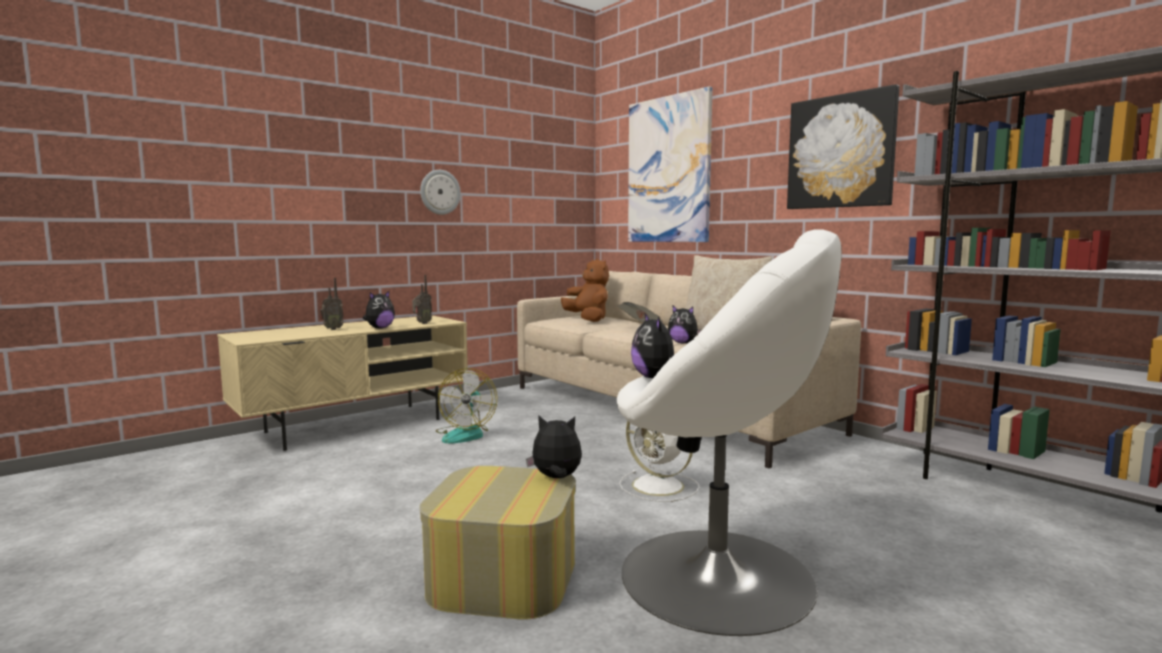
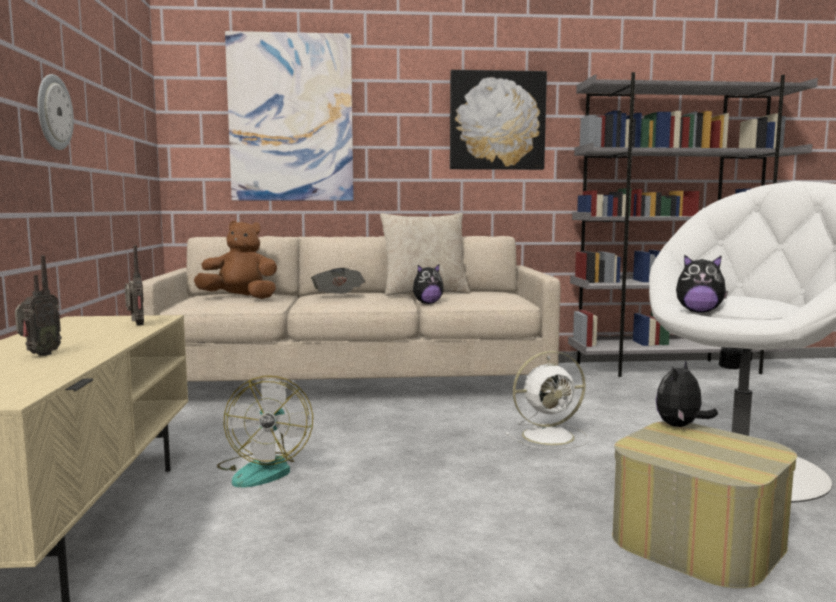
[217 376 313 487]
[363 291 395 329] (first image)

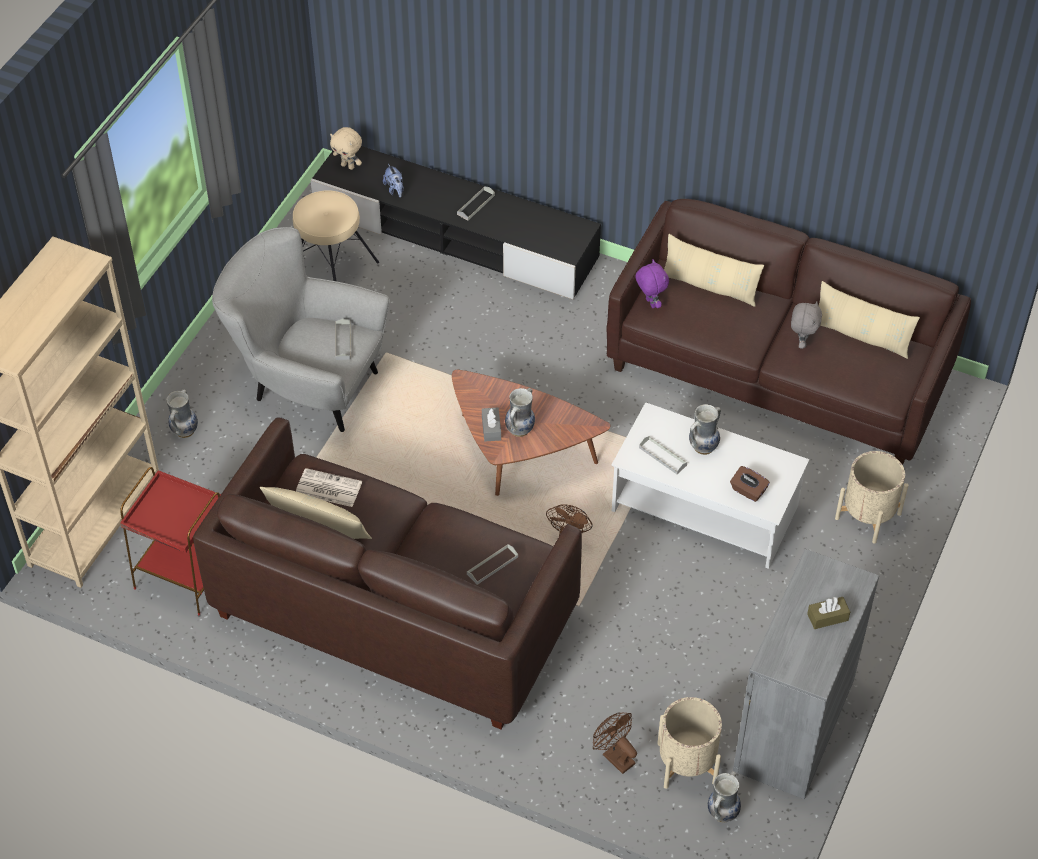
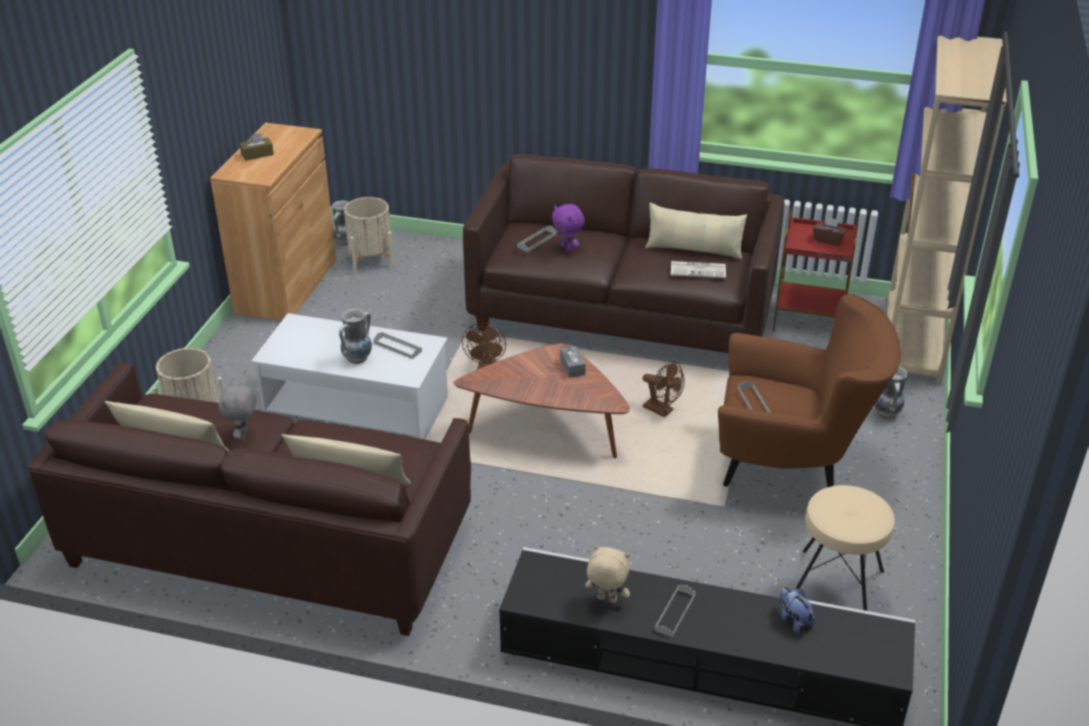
[210 123 336 321]
[552 204 585 252]
[585 545 630 603]
[643 361 685 417]
[718 294 901 487]
[813 216 847 246]
[505 388 535 437] (first image)

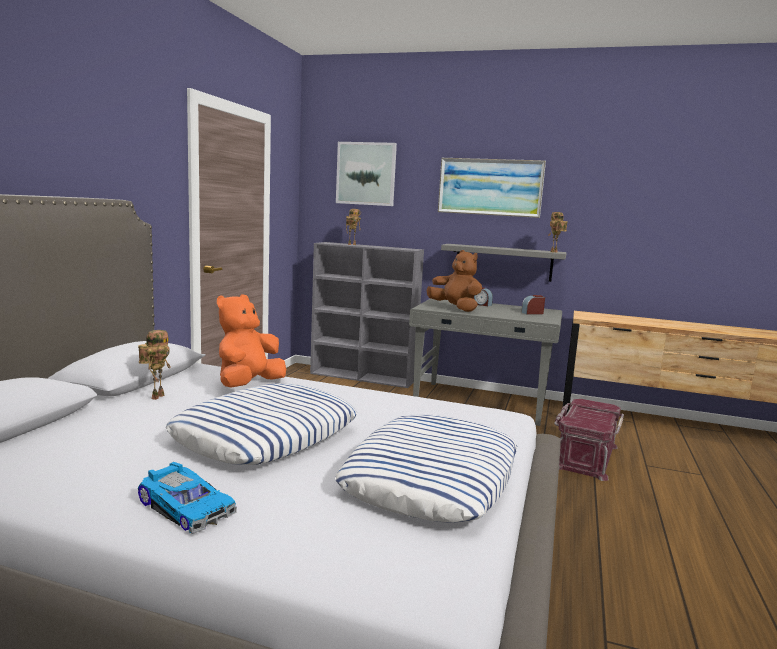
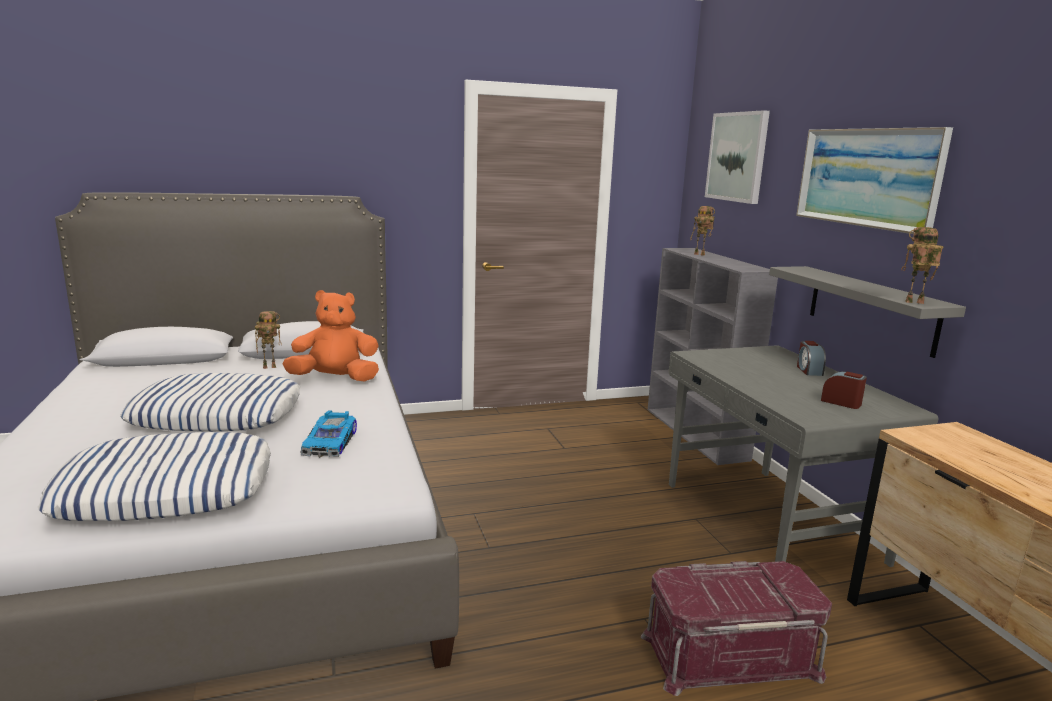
[300 410 357 458]
[427 250 482 312] (first image)

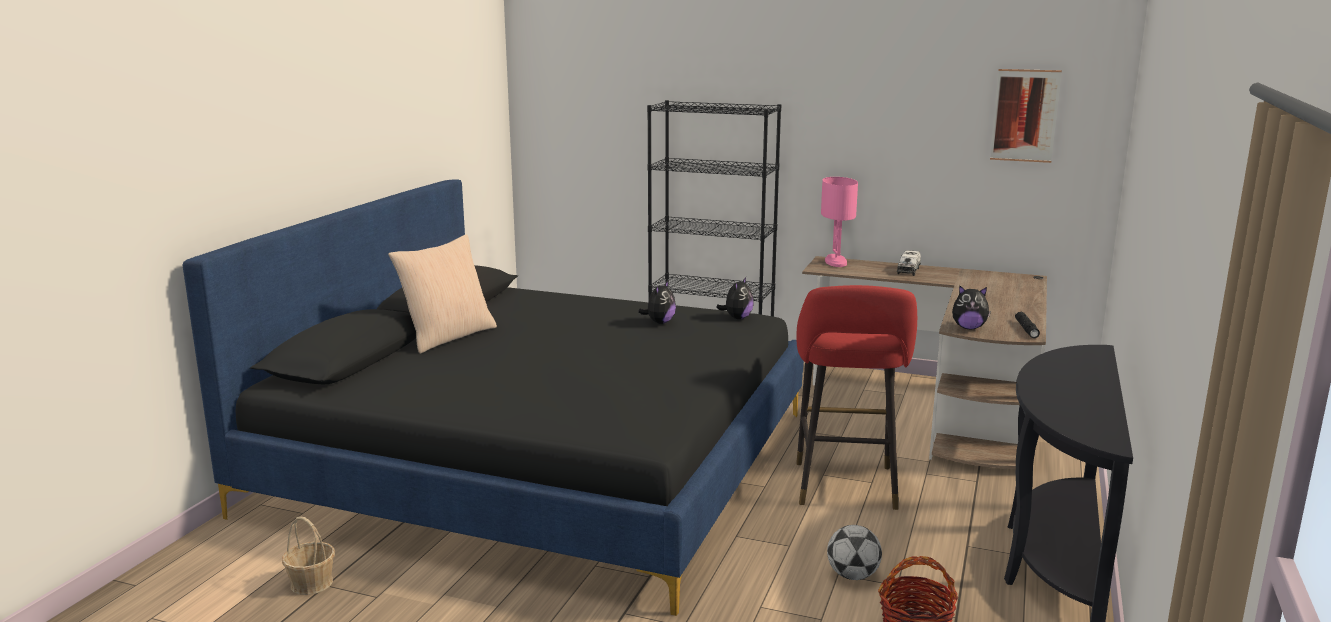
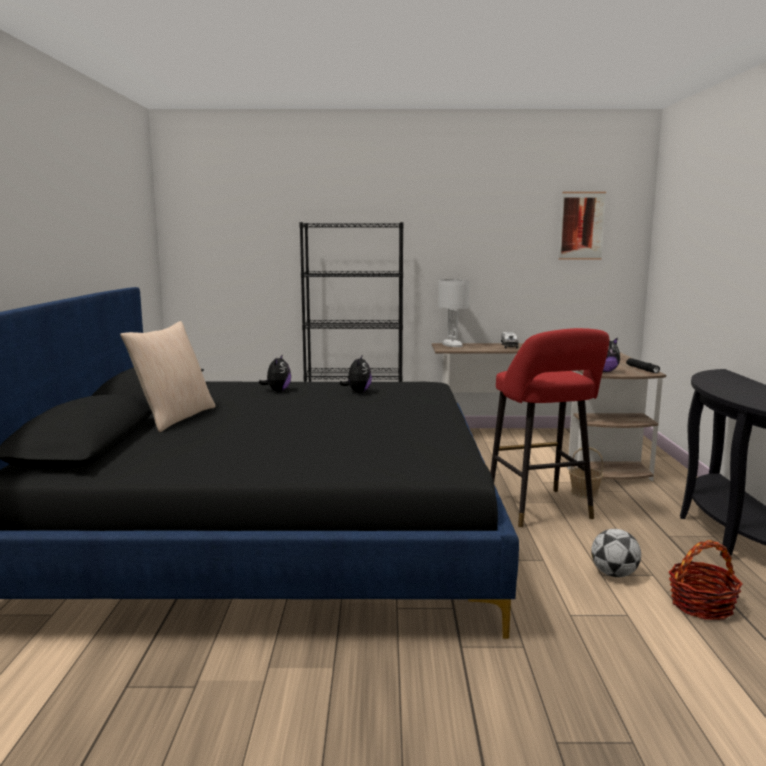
[259 354 291 391]
[438 279 469 347]
[569 447 603 498]

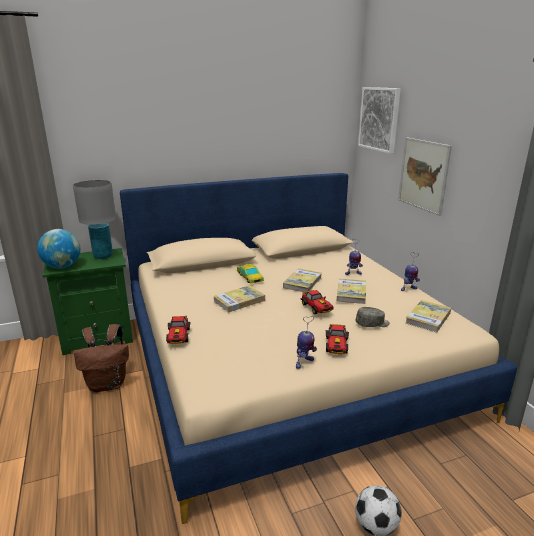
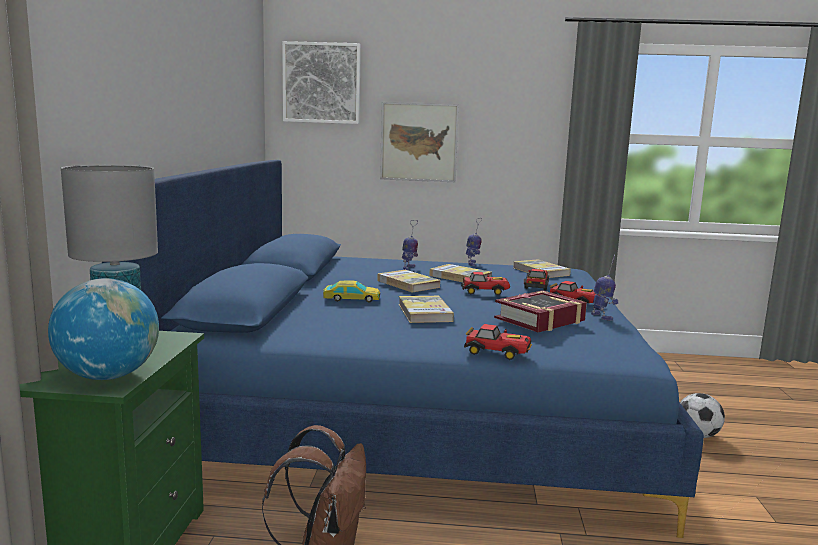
[102 160 704 538]
[494 290 587 332]
[524 269 549 291]

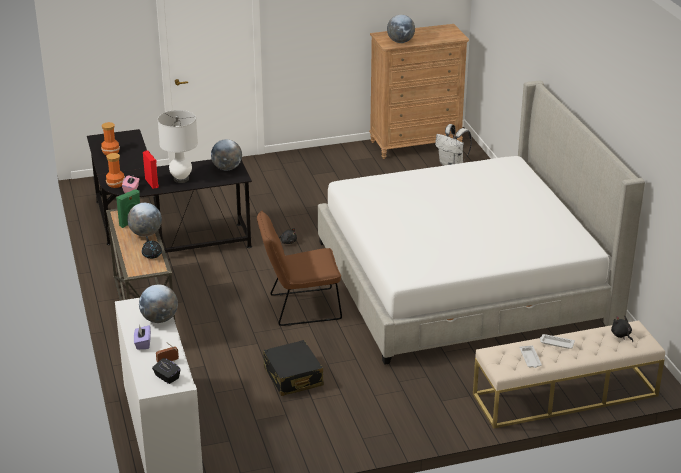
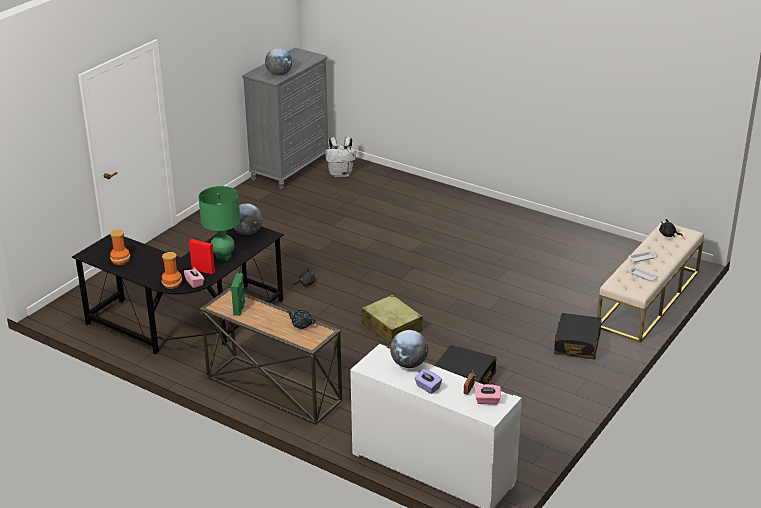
[199 186 240 261]
[242 48 329 190]
[362 294 423 344]
[475 384 501 405]
[554 313 602 360]
[127 203 162 237] (first image)
[318 80 645 365] (first image)

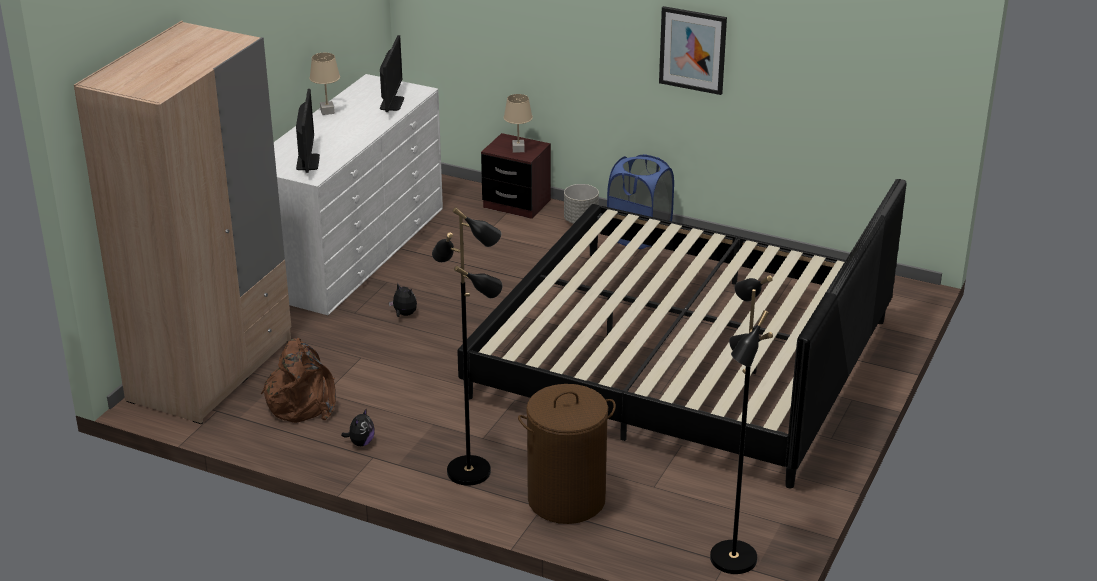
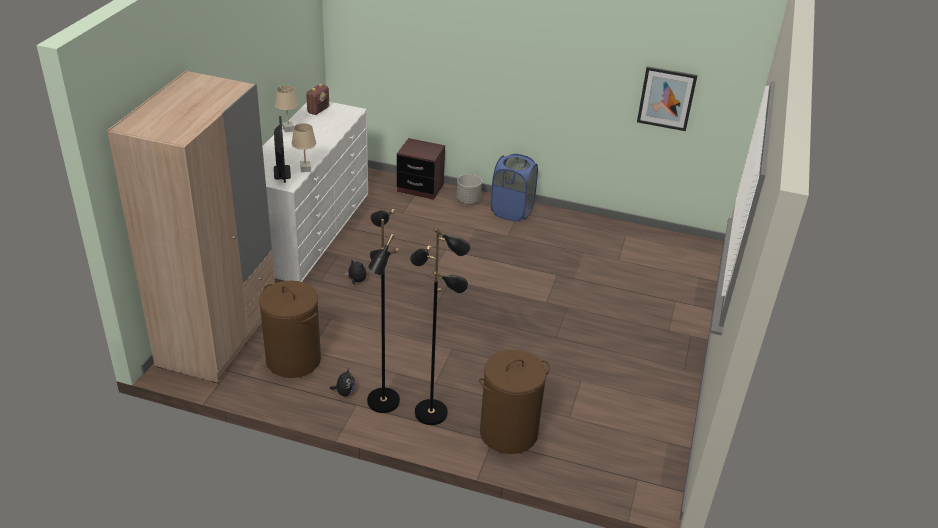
[259 281 321 378]
[292 123 316 172]
[306 84 329 115]
[367 209 400 413]
[637 66 698 131]
[380 35 404 112] (first image)
[457 179 906 488] (first image)

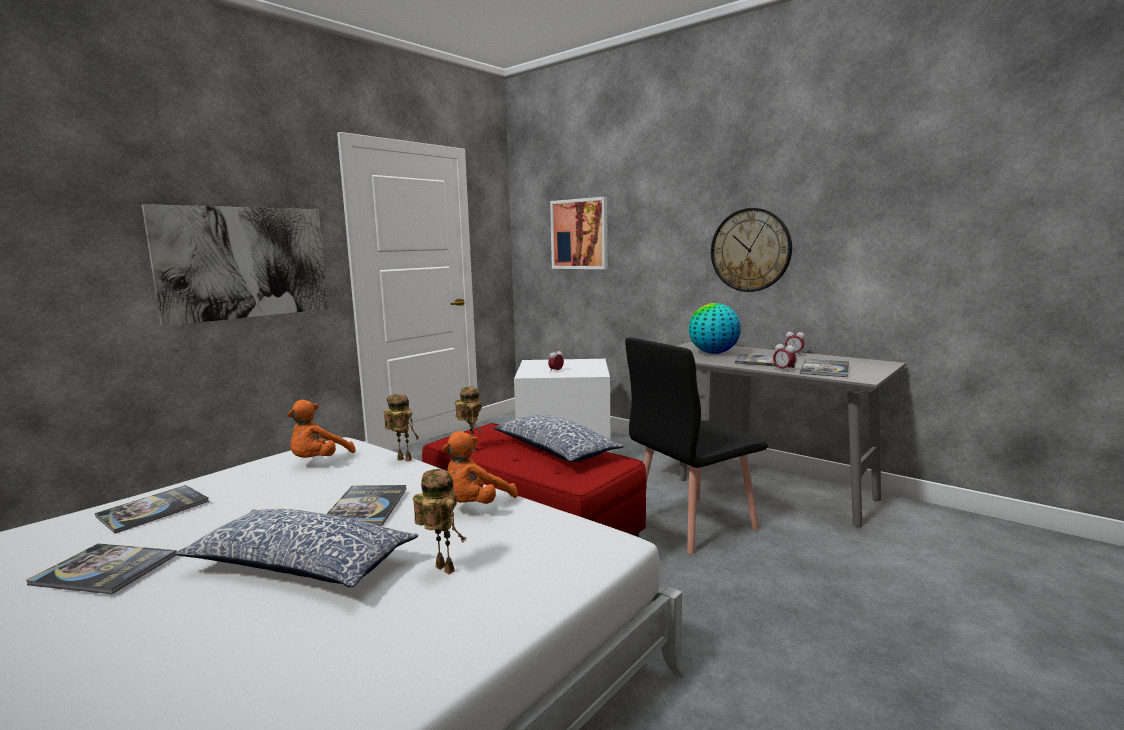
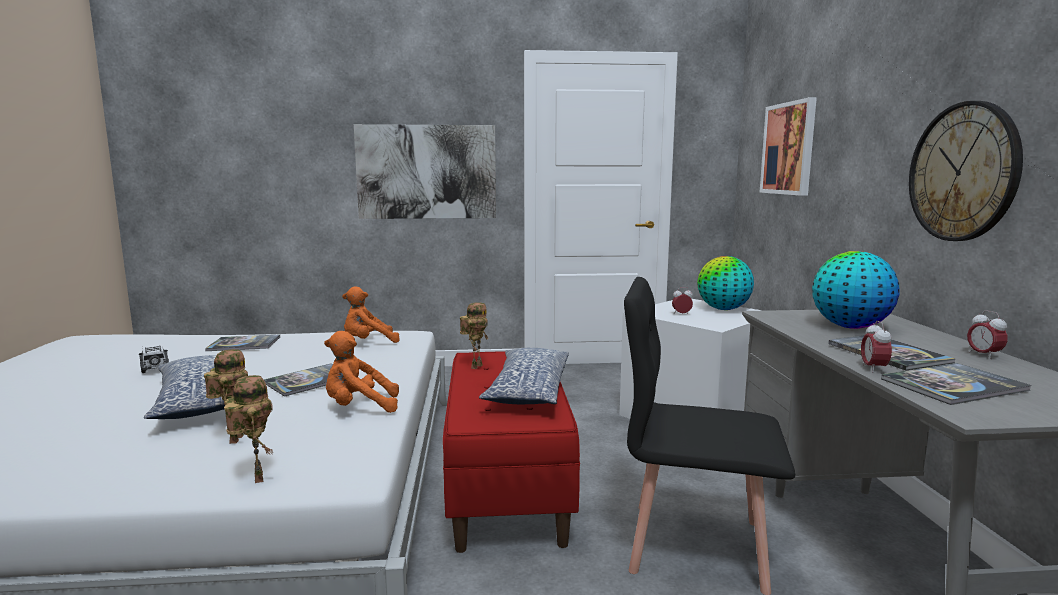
[139 345 169 373]
[224 375 273 483]
[697 256 754 310]

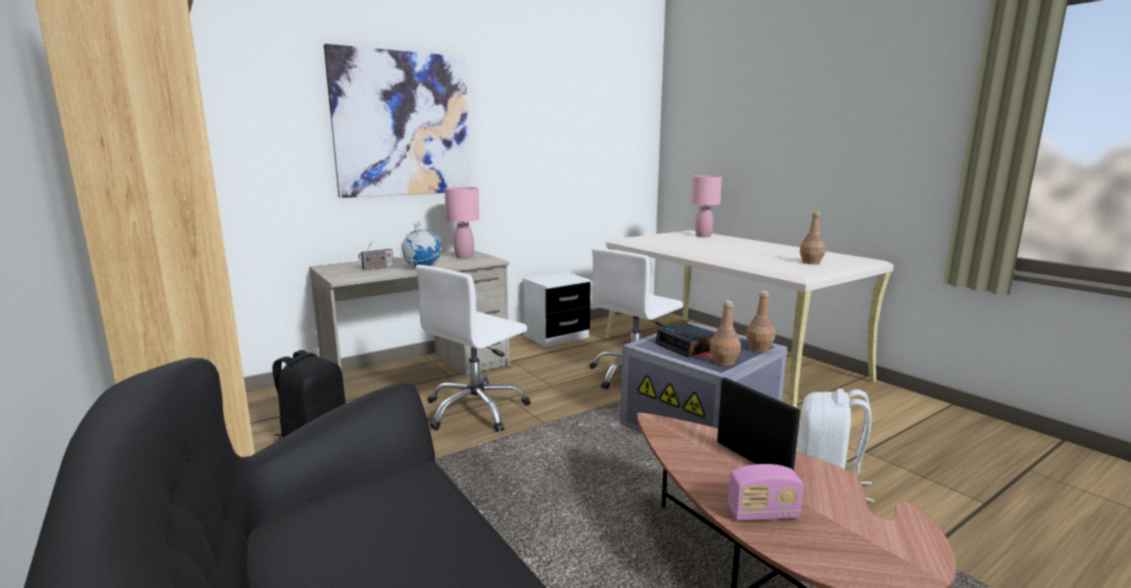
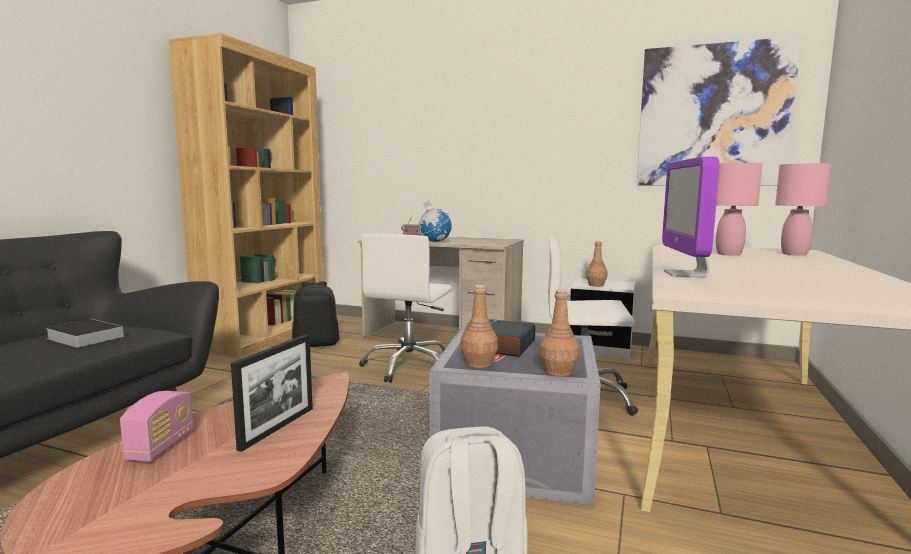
[45 319 124 348]
[120 391 194 462]
[359 234 452 383]
[586 241 608 287]
[637 36 802 186]
[662 157 720 277]
[716 163 762 256]

